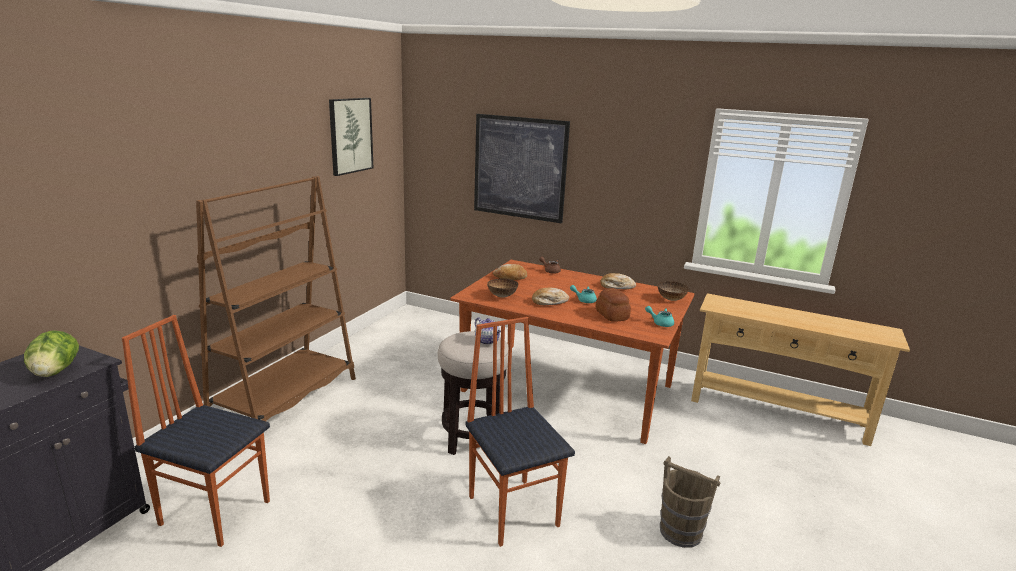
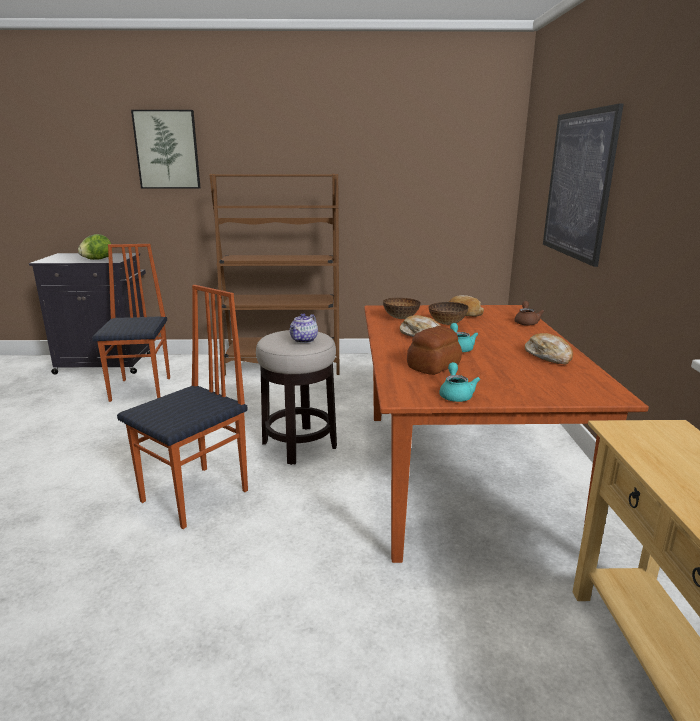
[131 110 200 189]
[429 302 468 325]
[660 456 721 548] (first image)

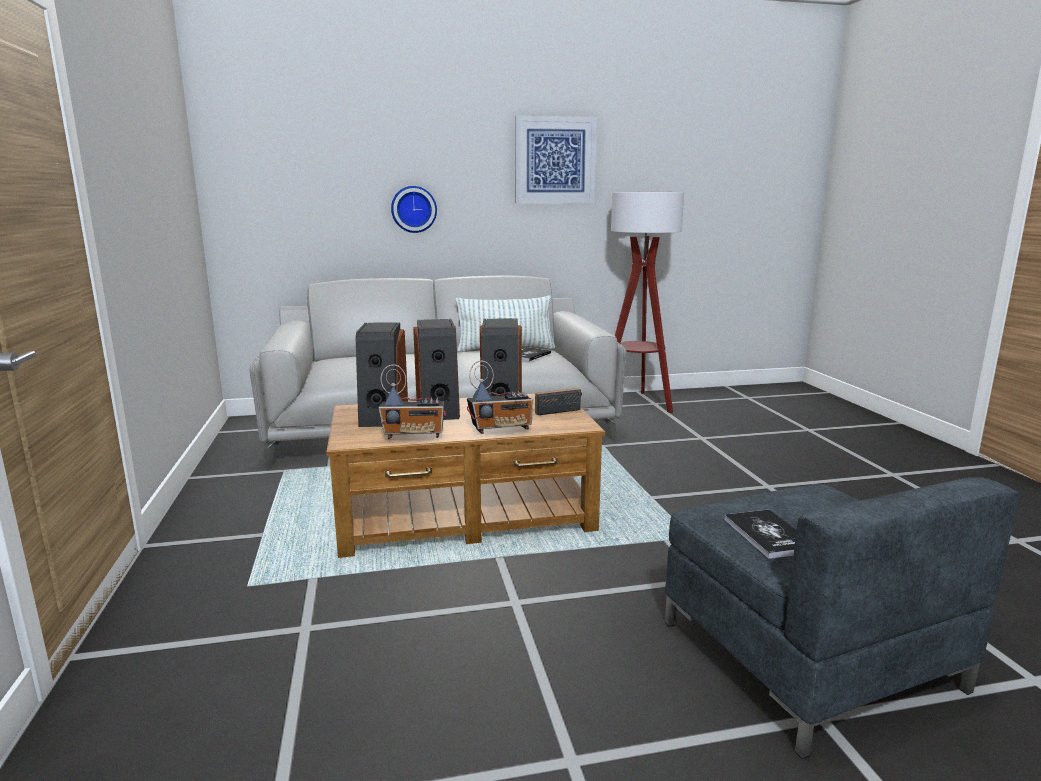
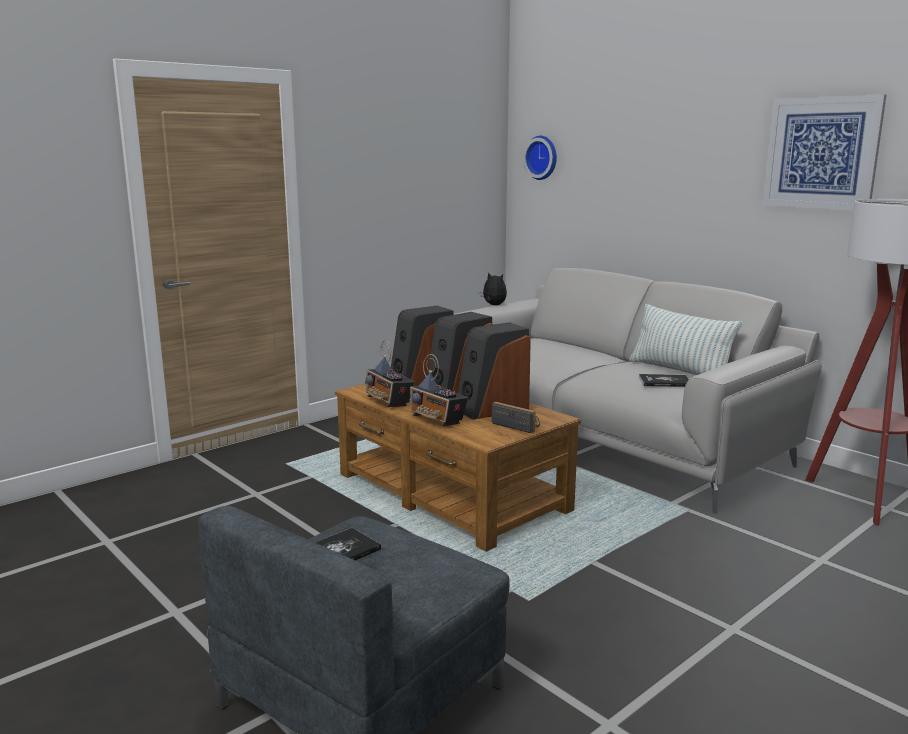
[479 272 507 305]
[523 136 557 180]

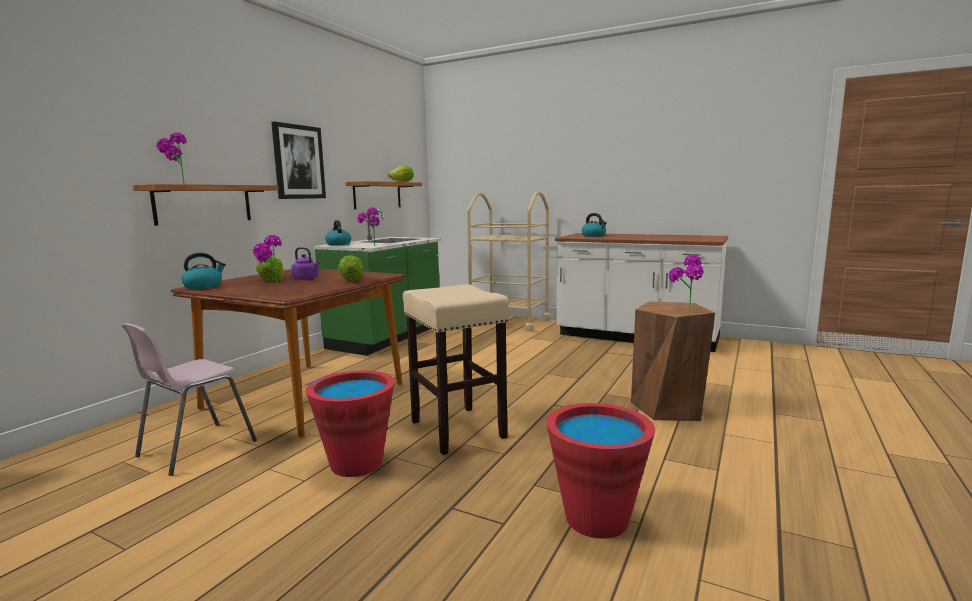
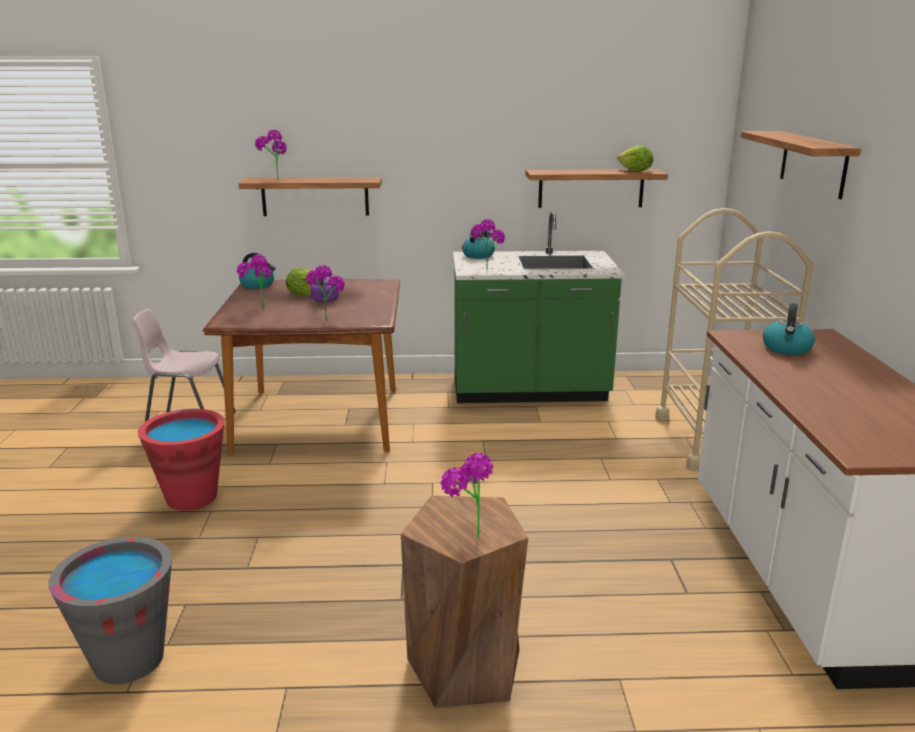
[48 537 172 684]
[306 265 345 321]
[741 131 861 199]
[271 121 326 199] (first image)
[403 284 509 455] (first image)

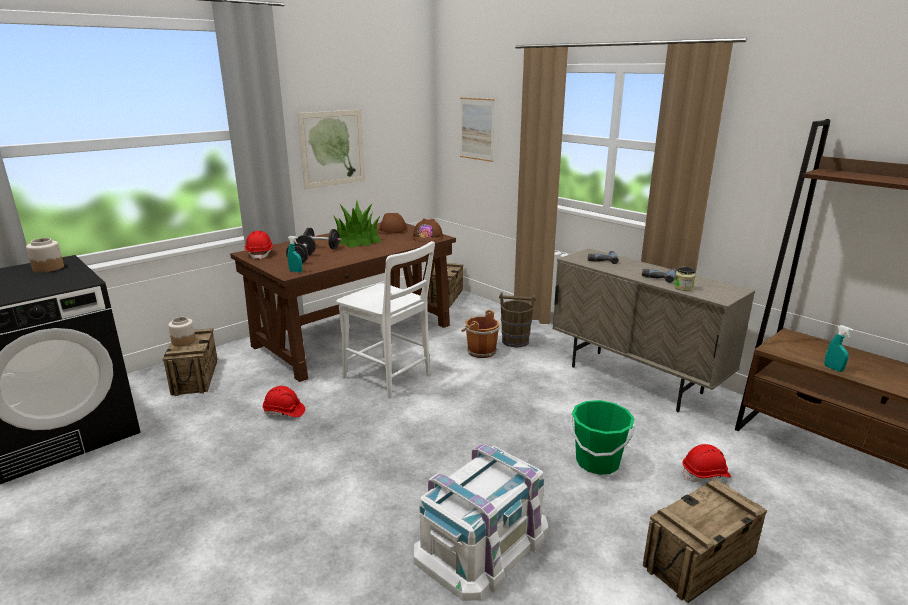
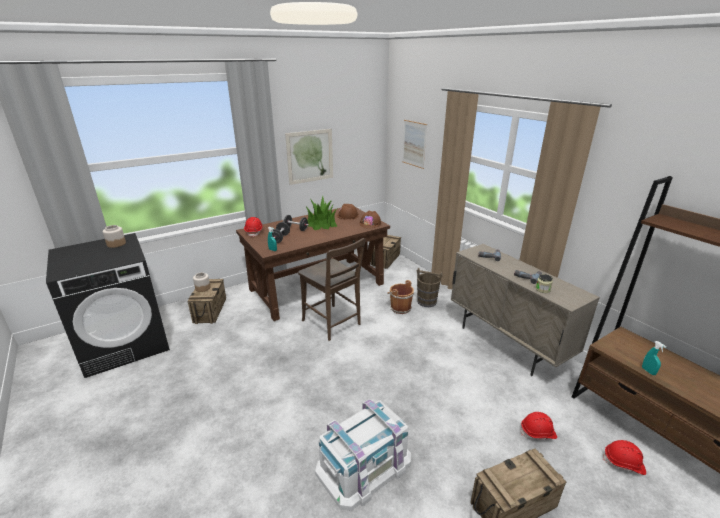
[298 238 365 341]
[603 440 646 475]
[570 400 635 475] (first image)

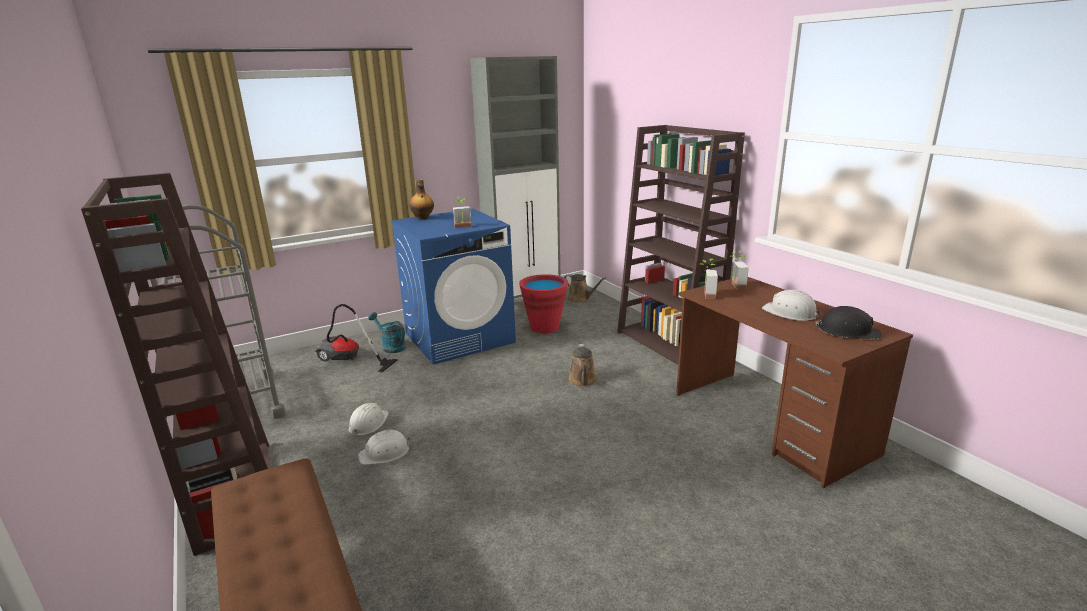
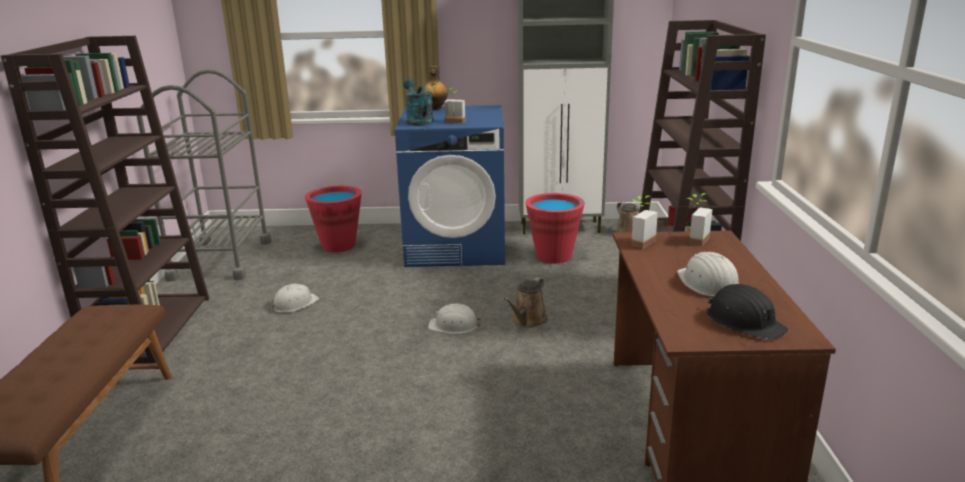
[305 186 362 252]
[403 79 434 126]
[428 304 481 334]

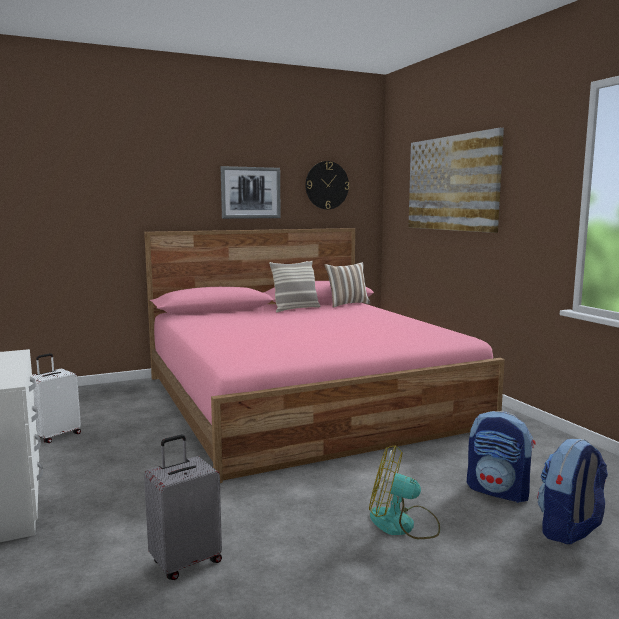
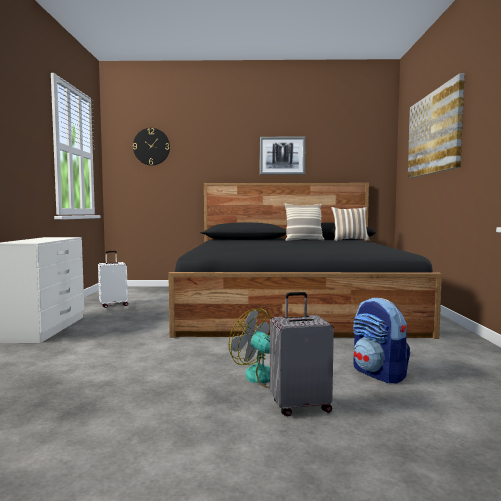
[133 128 170 166]
[168 183 442 339]
[270 292 334 417]
[537 439 608 544] (first image)

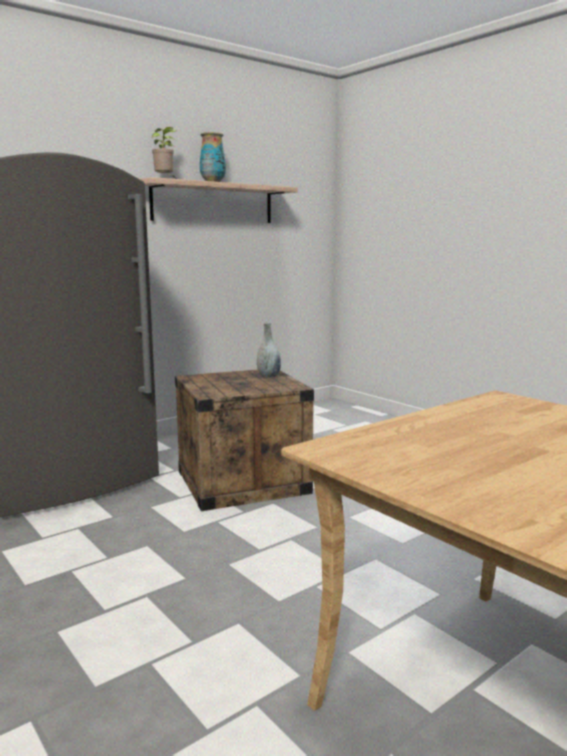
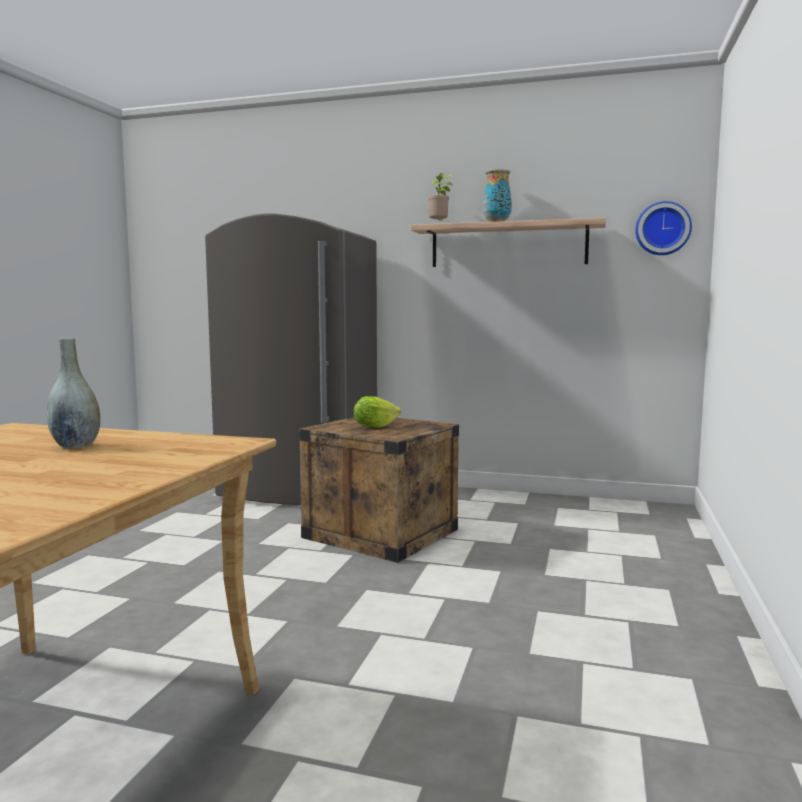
[47 338 100 449]
[353 396 401 428]
[635 201 692 255]

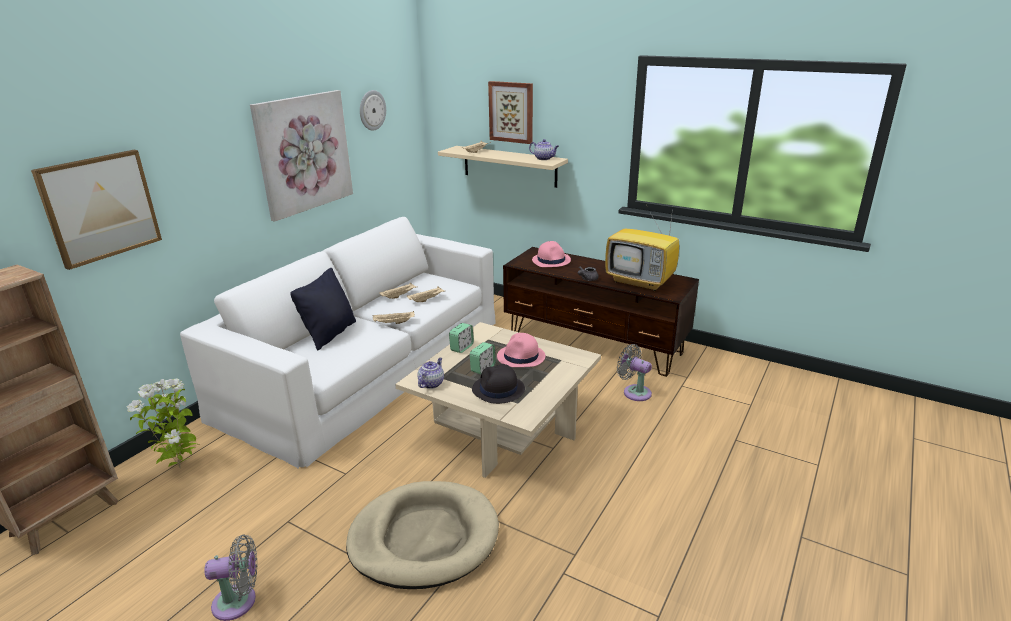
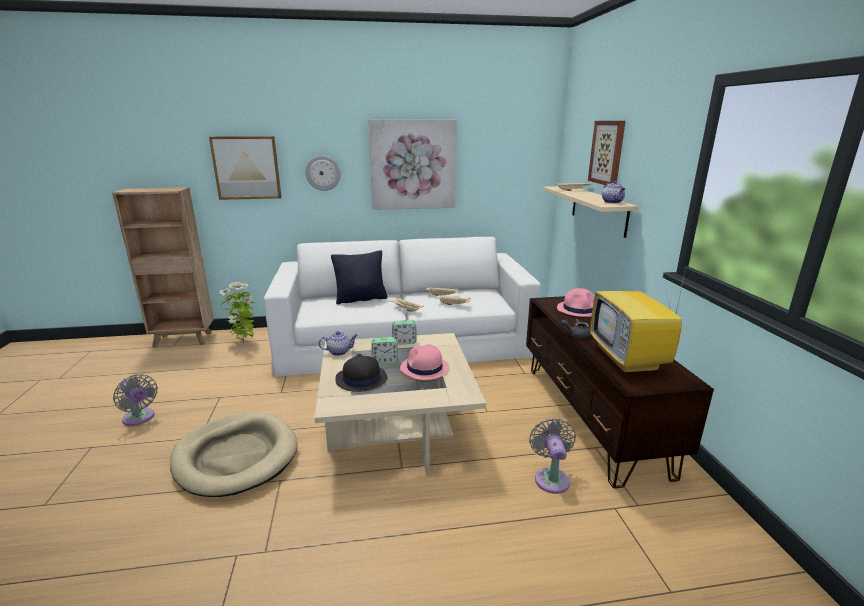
[306 155 341 191]

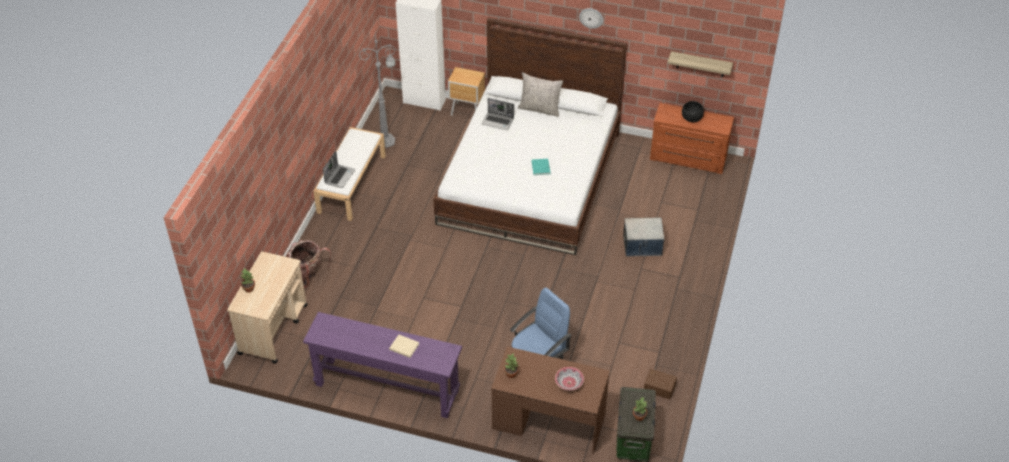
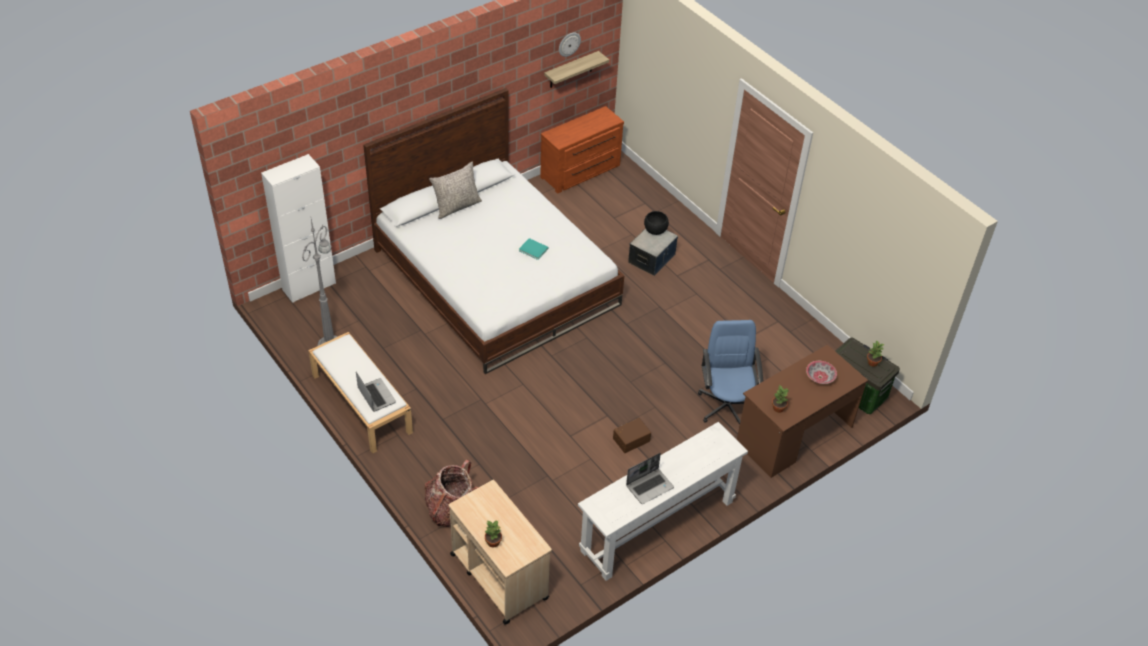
[559 33 581 57]
[578 422 748 581]
[613 418 651 453]
[626 453 674 504]
[644 211 669 235]
[389 335 419 358] (first image)
[448 67 485 116] (first image)

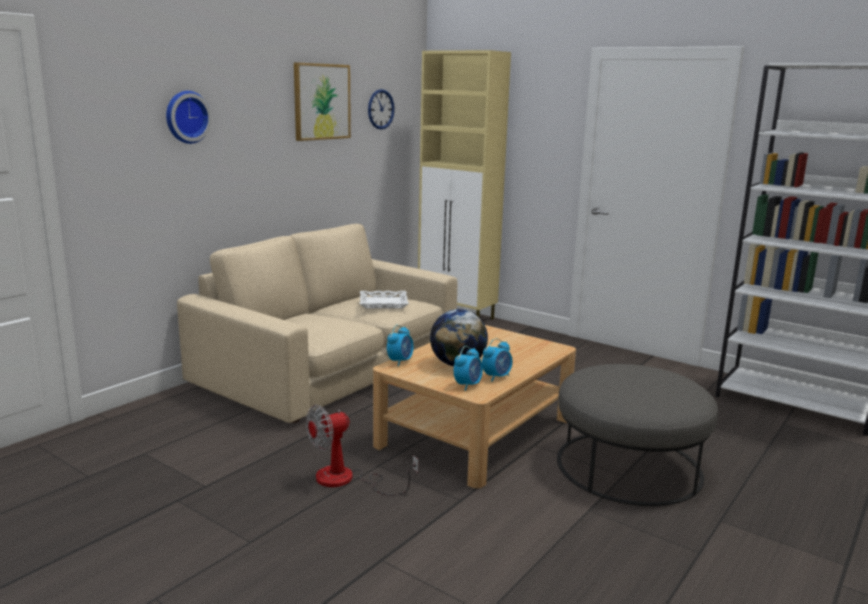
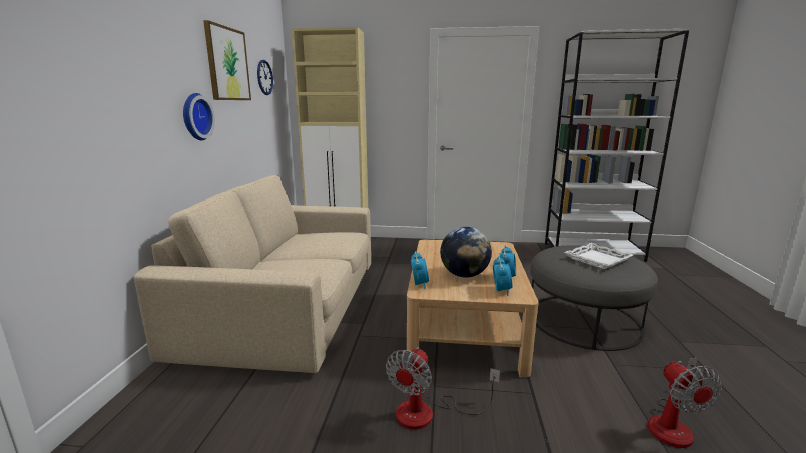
[183 93 215 140]
[564 243 633 269]
[648 358 722 448]

